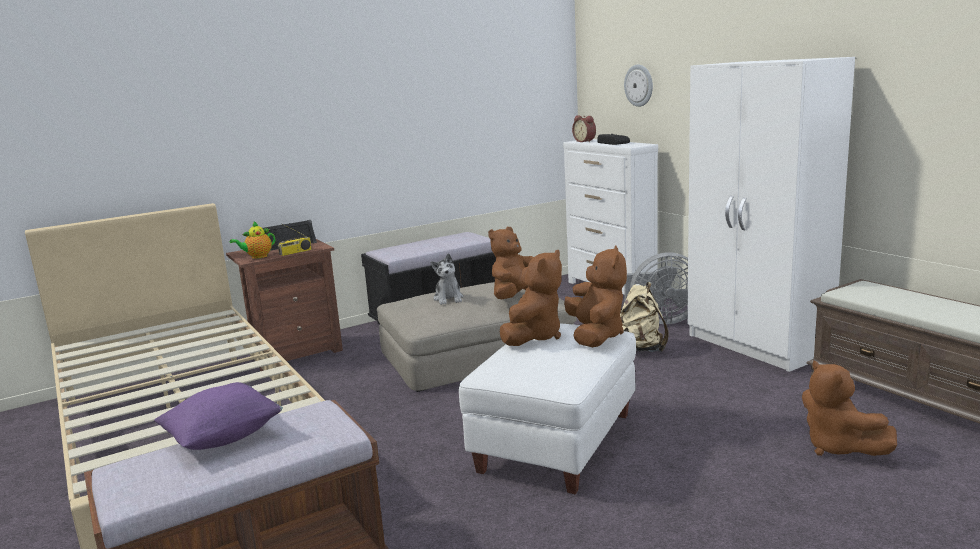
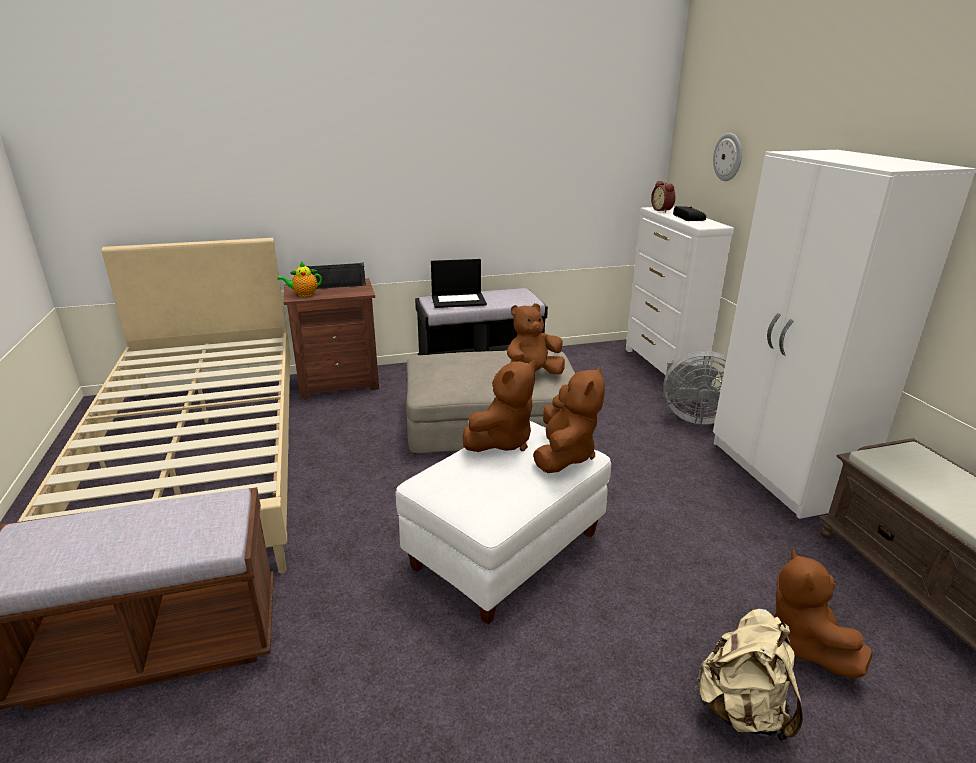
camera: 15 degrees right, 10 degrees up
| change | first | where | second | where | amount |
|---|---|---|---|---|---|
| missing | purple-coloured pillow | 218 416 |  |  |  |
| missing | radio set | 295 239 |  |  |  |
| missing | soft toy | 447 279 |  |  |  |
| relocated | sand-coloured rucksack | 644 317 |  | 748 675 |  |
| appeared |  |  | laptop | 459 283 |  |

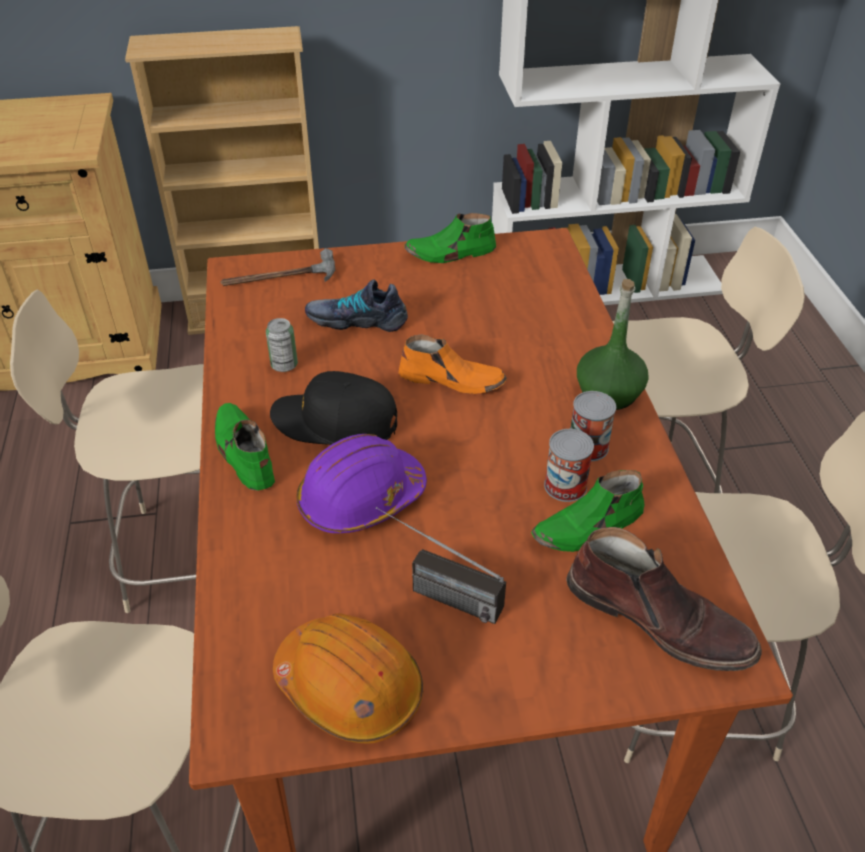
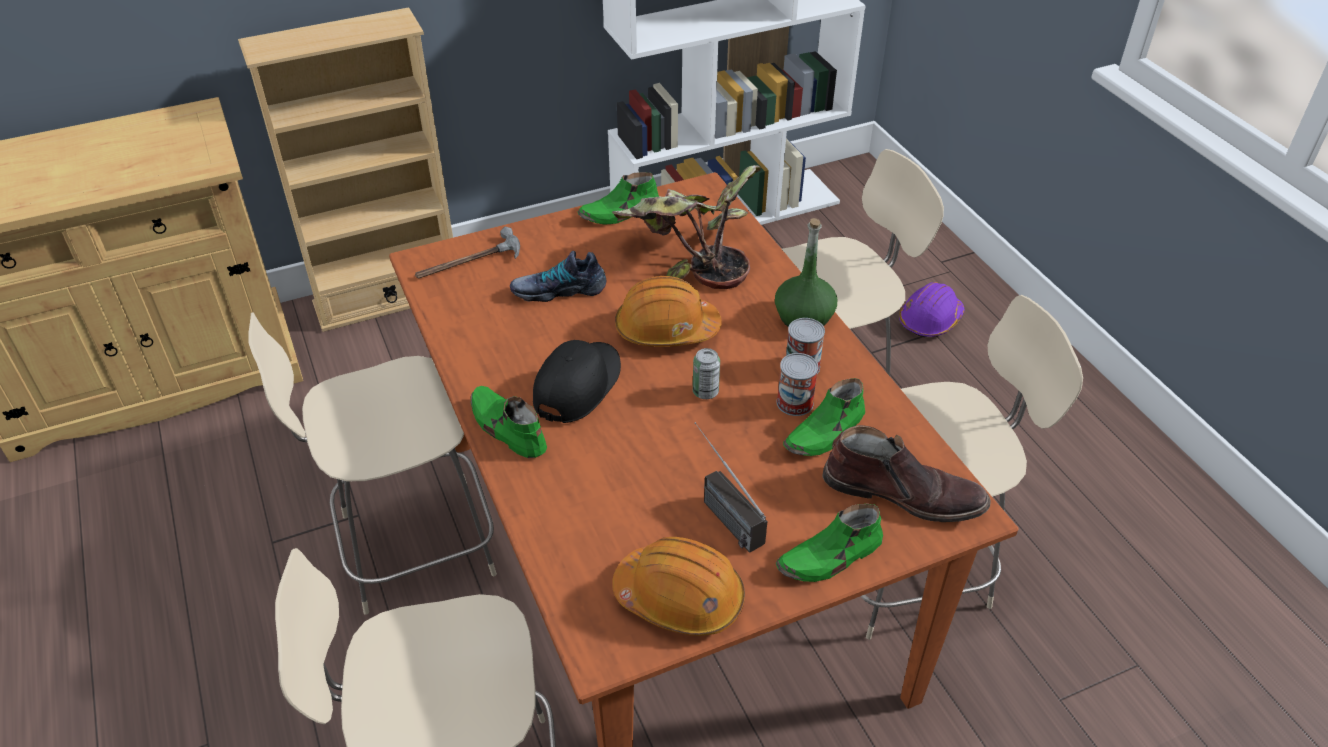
camera: 15 degrees left, 0 degrees up
| change | first | where | second | where | amount |
|---|---|---|---|---|---|
| relocated | sealed can | 282 345 |  | 706 373 |  |
| spun | black peaked cap | 333 408 |  | 577 381 | 120 degrees clockwise |
| relocated | purple-coloured hard hat | 361 483 |  | 931 310 |  |
| spun | radio set | 440 565 |  | 730 487 | 45 degrees clockwise |
| exchanged | orangey low shoe | 453 364 | orangey hard hat | 668 311 |  |
| appeared |  |  | plant in a pot | 686 227 |  |
| appeared |  |  | greenish low shoe | 829 543 |  |

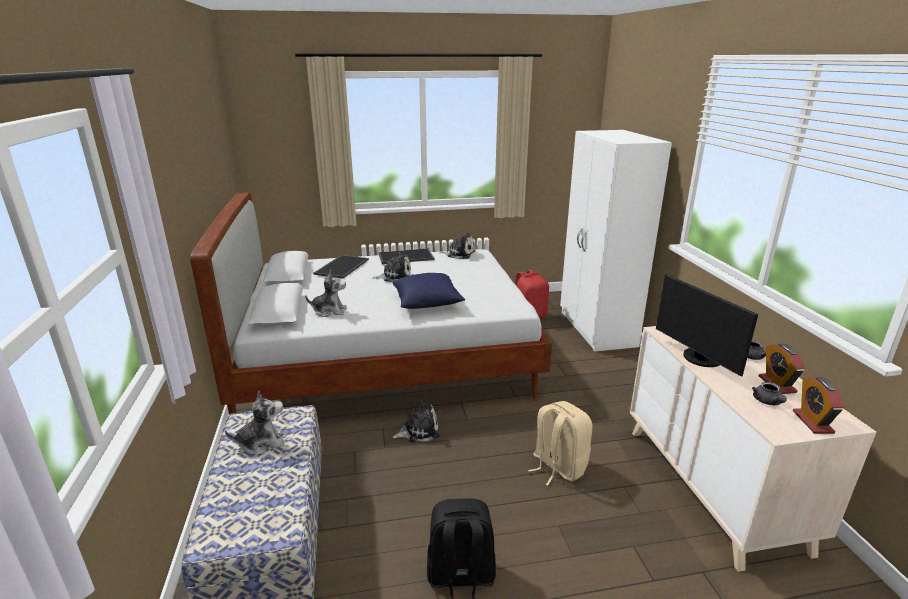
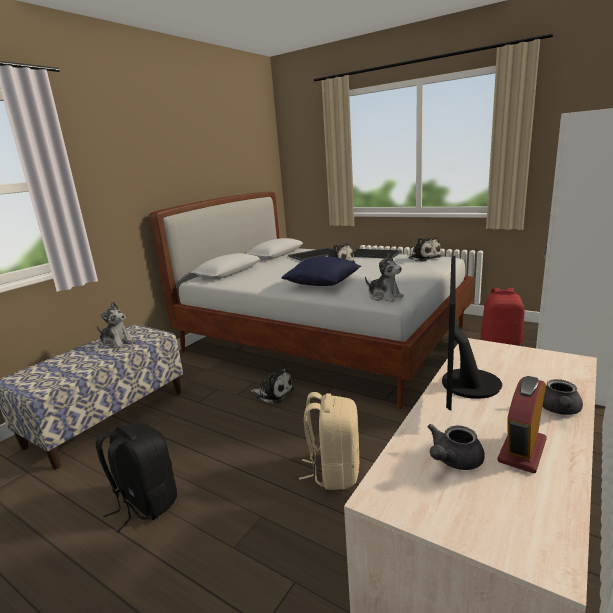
camera: 45 degrees right, 5 degrees down
| change | first | where | second | where | amount |
|---|---|---|---|---|---|
| relocated | soft toy | 326 293 |  | 384 277 |  |
| missing | alarm clock | 819 405 |  |  |  |

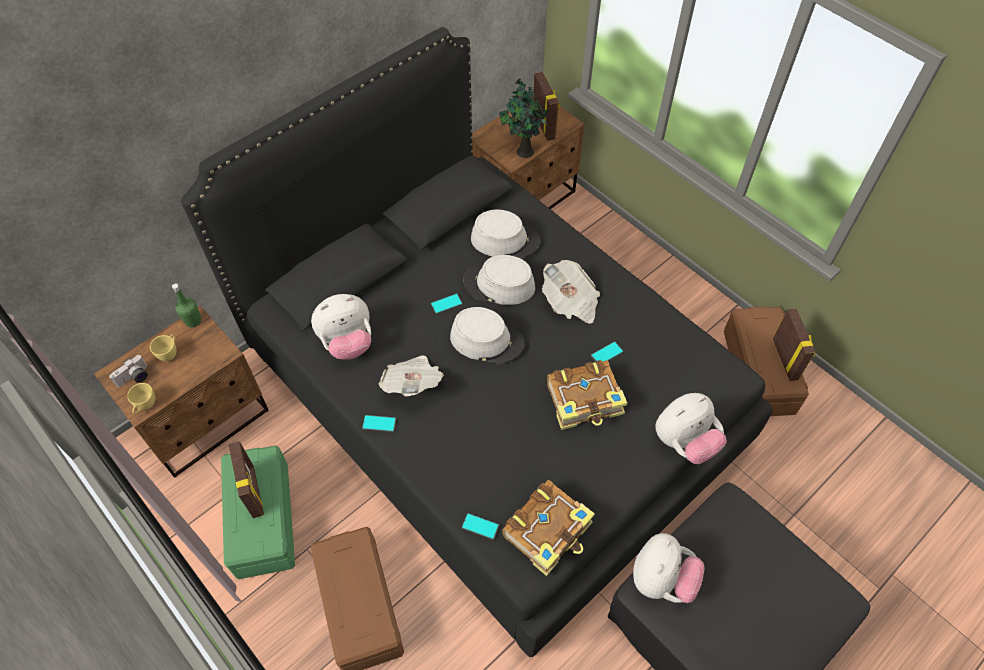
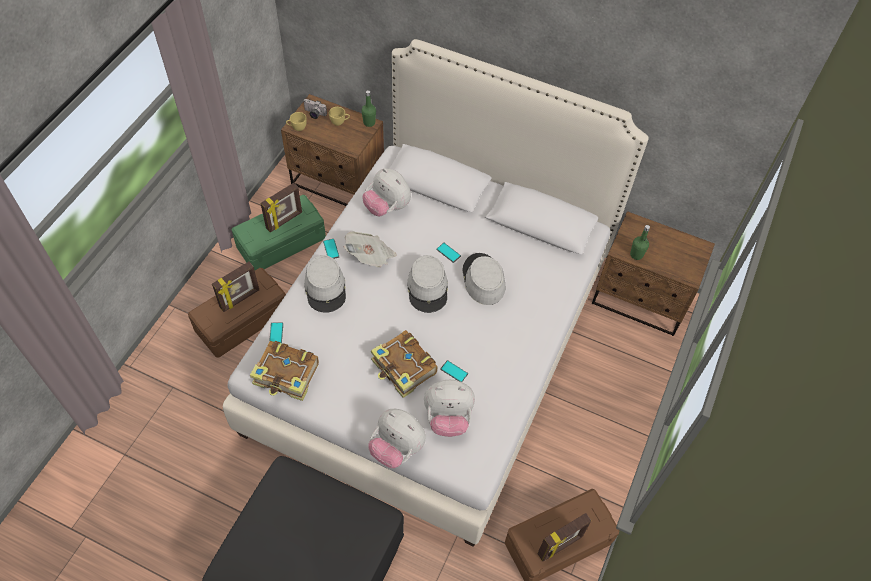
camera: 65 degrees right, 0 degrees up
| change | first | where | second | where | amount |
|---|---|---|---|---|---|
| colour | black bedroom bed | 477 342 | white-coloured bedroom bed | 436 292 |  |
| relocated | gray wearable hat | 506 234 |  | 325 284 |  |
| exchanged | plant in a pot | 523 118 | greenish bottle | 640 242 |  |
| relocated | photo frame | 546 106 |  | 235 287 |  |
| missing | newspaper | 571 292 |  |  |  |
| relocated | soft toy | 669 568 |  | 449 408 |  |

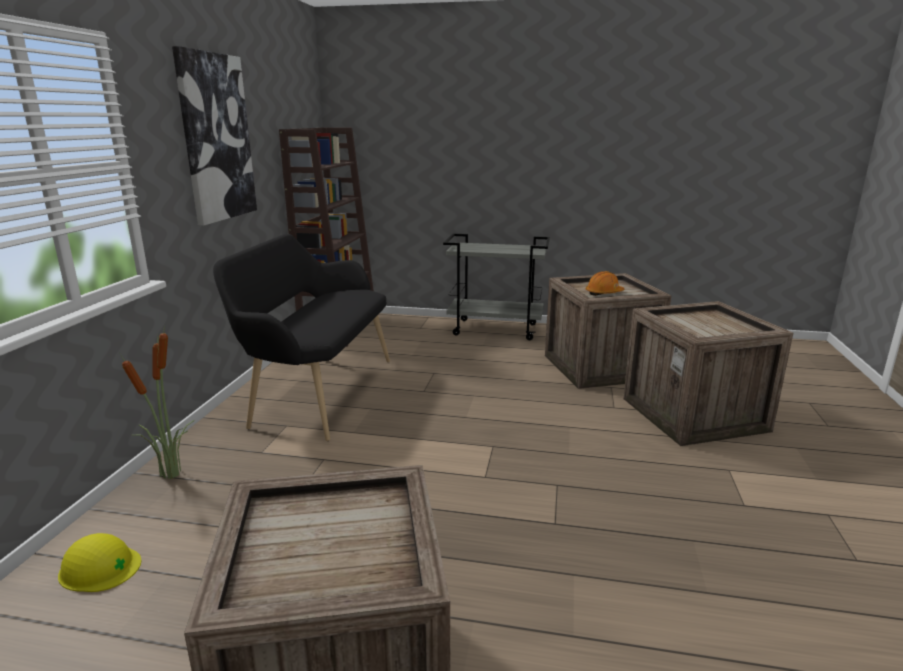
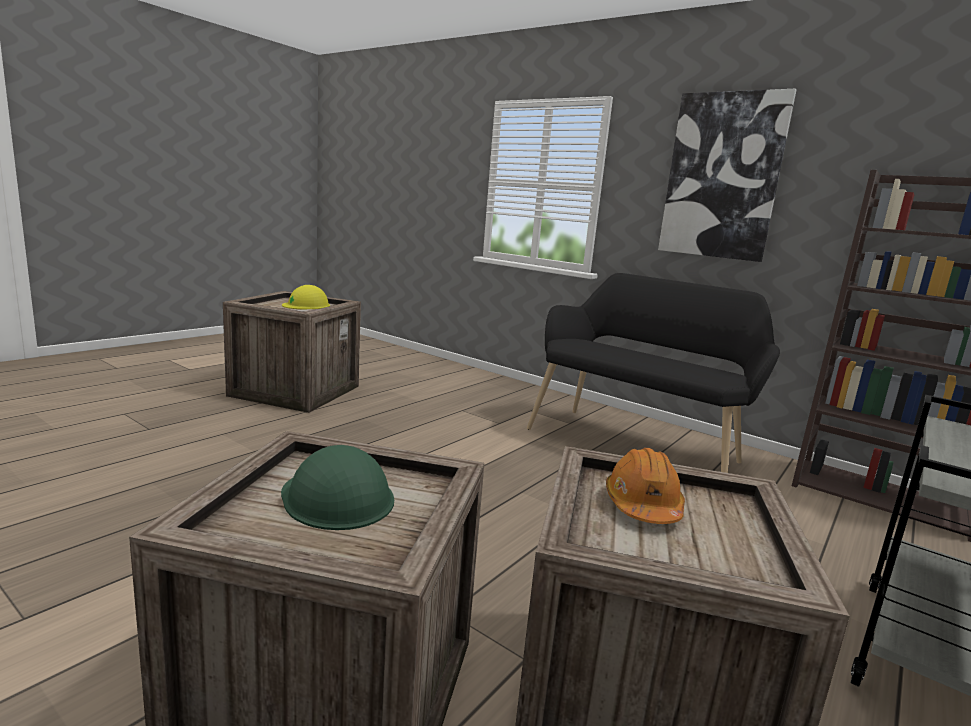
camera: 115 degrees right, 5 degrees down
| change | first | where | second | where | amount |
|---|---|---|---|---|---|
| relocated | yellow hard hat | 99 562 |  | 306 297 |  |
| missing | plant in a pot | 157 401 |  |  |  |
| appeared |  |  | greenish hard hat | 337 487 |  |

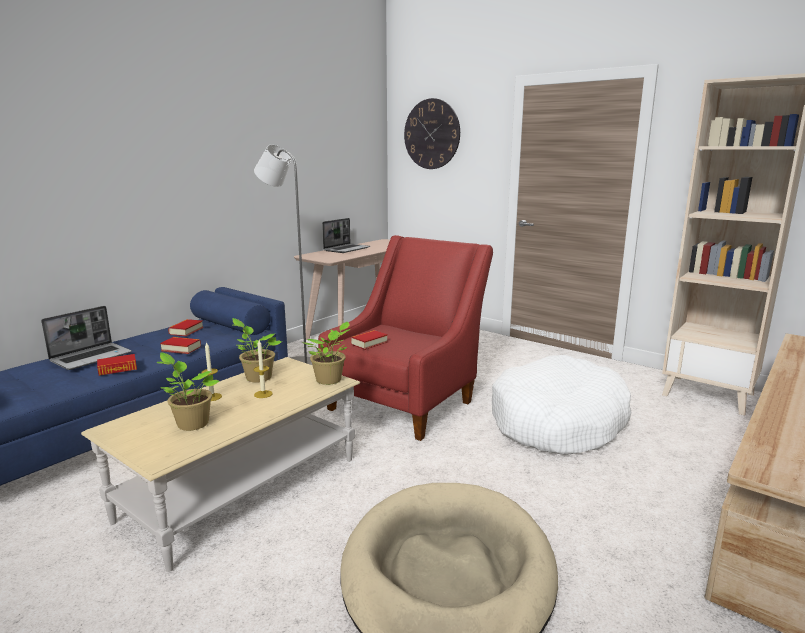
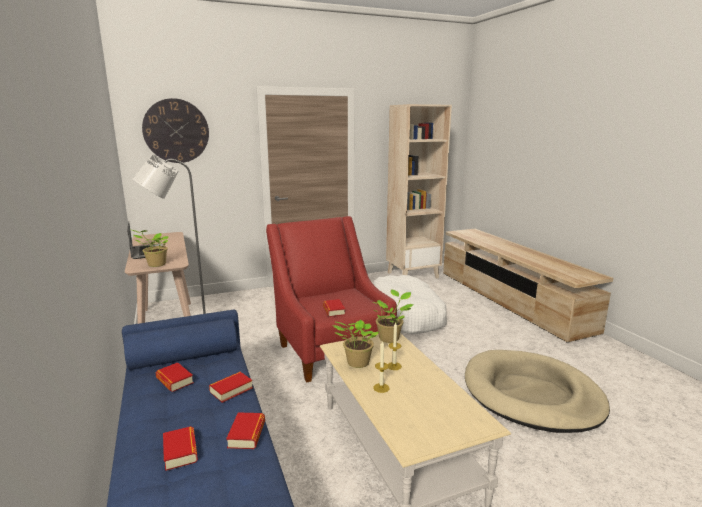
camera: 60 degrees left, 0 degrees up
| change | first | where | second | where | amount |
|---|---|---|---|---|---|
| exchanged | laptop | 86 338 | bound book | 180 448 |  |
| relocated | plant in a pot | 188 392 |  | 151 248 |  |

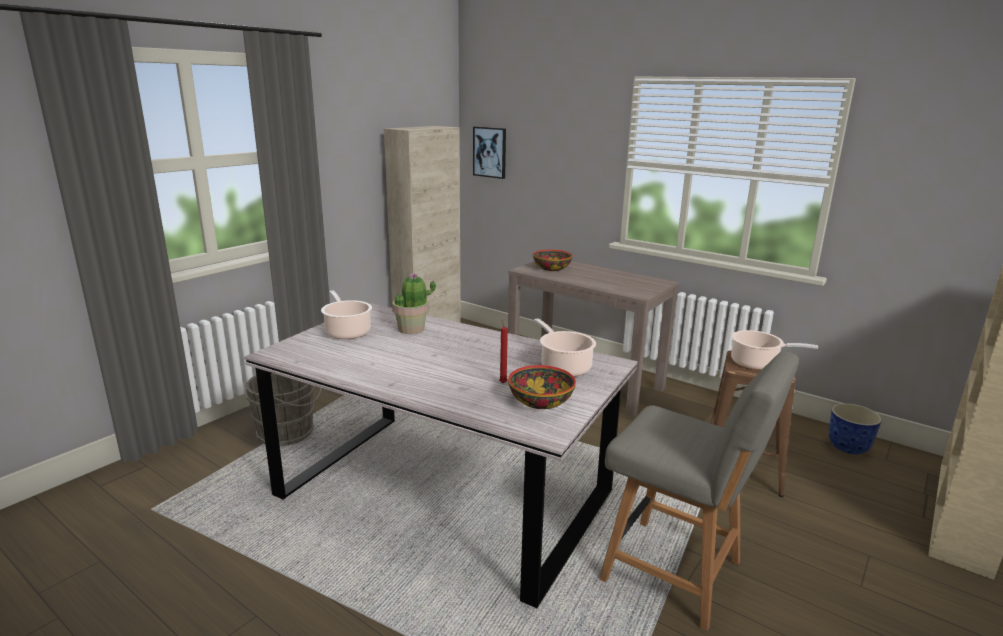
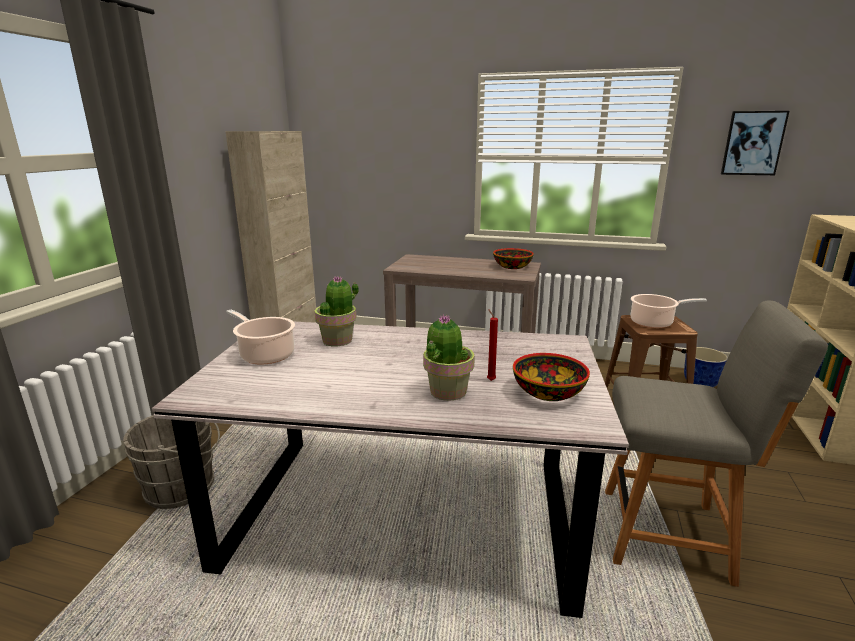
camera: 20 degrees left, 0 degrees up
| change | first | where | second | where | amount |
|---|---|---|---|---|---|
| relocated | wall picture | 489 153 |  | 755 143 |  |
| relocated | serving bowl | 553 260 |  | 513 258 |  |
| missing | stockpot | 565 347 |  |  |  |
| appeared |  |  | plant in a pot | 449 357 |  |

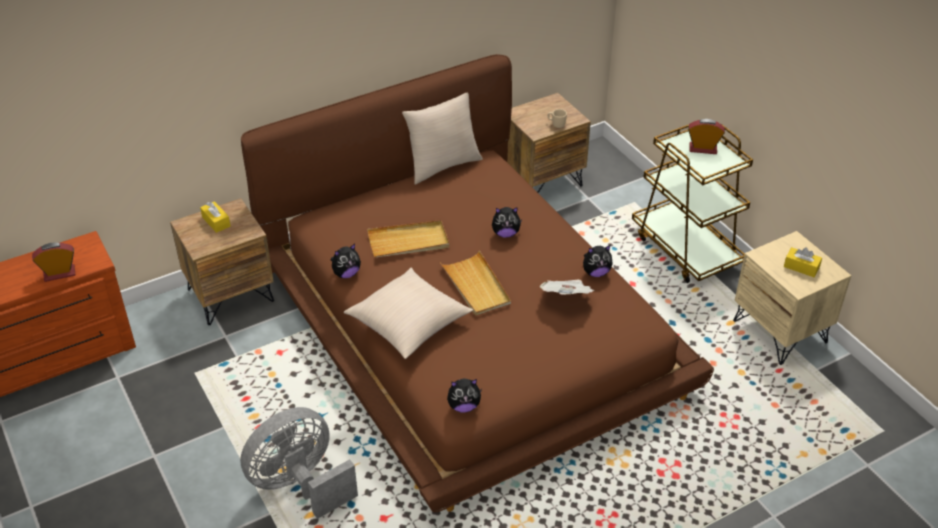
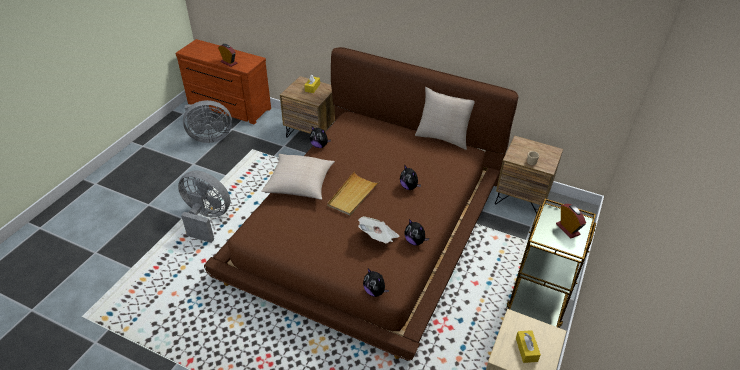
camera: 55 degrees right, 0 degrees up
| change | first | where | second | where | amount |
|---|---|---|---|---|---|
| missing | sand-coloured tray | 408 238 |  |  |  |
| relocated | soft toy | 464 396 |  | 376 283 |  |
| appeared |  |  | gray electric fan | 207 121 |  |

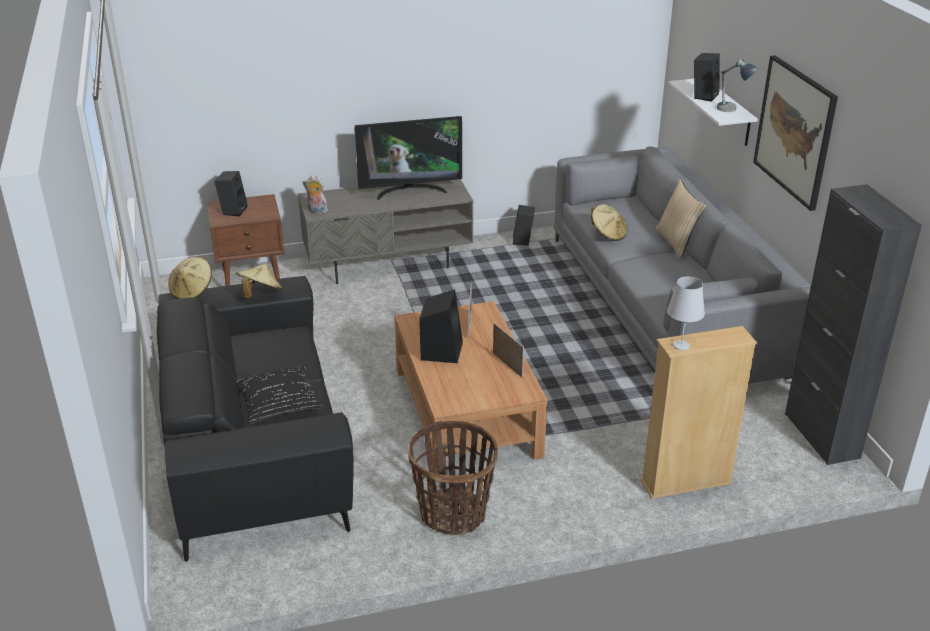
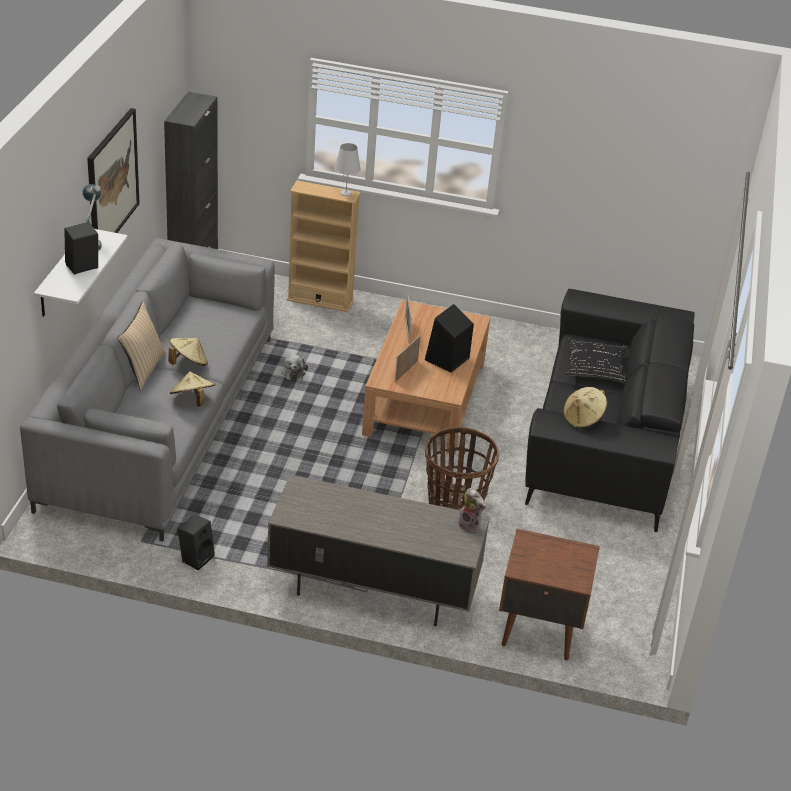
camera: 155 degrees left, 5 degrees up
| change | first | where | second | where | amount |
|---|---|---|---|---|---|
| relocated | sand-coloured wearable hat | 190 278 |  | 188 352 |  |
| missing | black speaker | 231 193 |  |  |  |
| missing | TV | 408 158 |  |  |  |
| relocated | household basket | 453 478 |  | 462 469 |  |
| appeared |  |  | soft toy | 294 368 |  |

